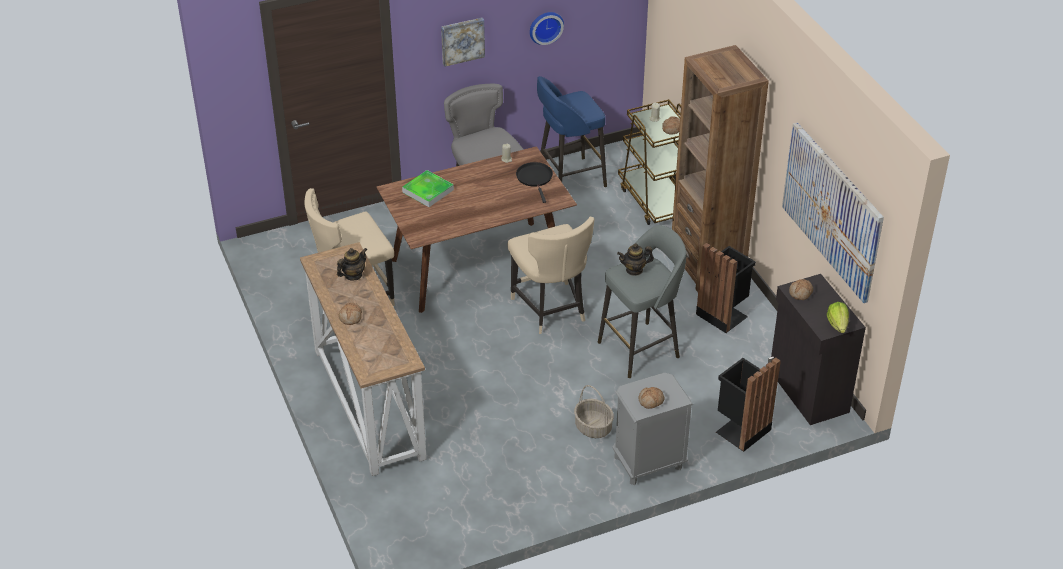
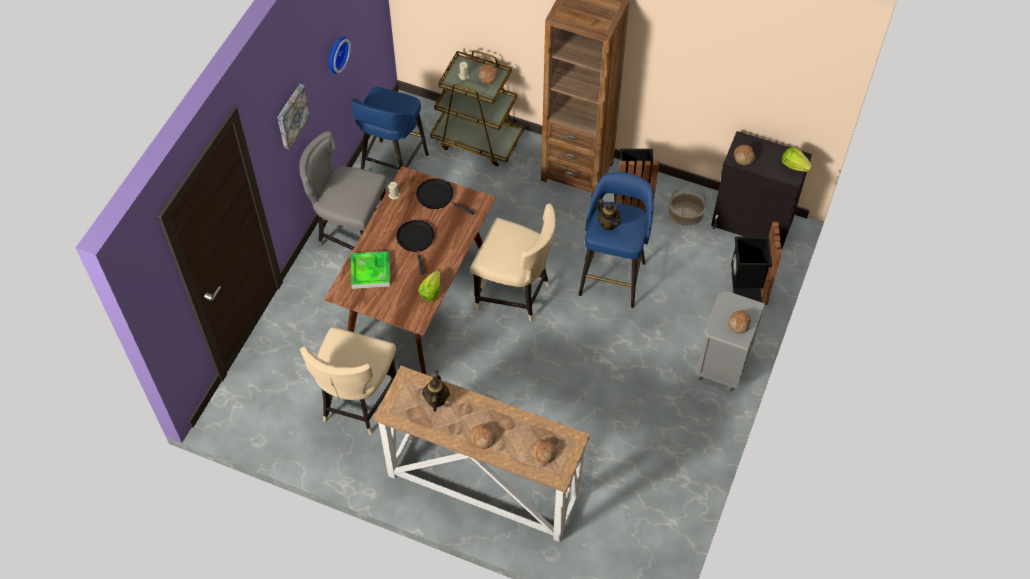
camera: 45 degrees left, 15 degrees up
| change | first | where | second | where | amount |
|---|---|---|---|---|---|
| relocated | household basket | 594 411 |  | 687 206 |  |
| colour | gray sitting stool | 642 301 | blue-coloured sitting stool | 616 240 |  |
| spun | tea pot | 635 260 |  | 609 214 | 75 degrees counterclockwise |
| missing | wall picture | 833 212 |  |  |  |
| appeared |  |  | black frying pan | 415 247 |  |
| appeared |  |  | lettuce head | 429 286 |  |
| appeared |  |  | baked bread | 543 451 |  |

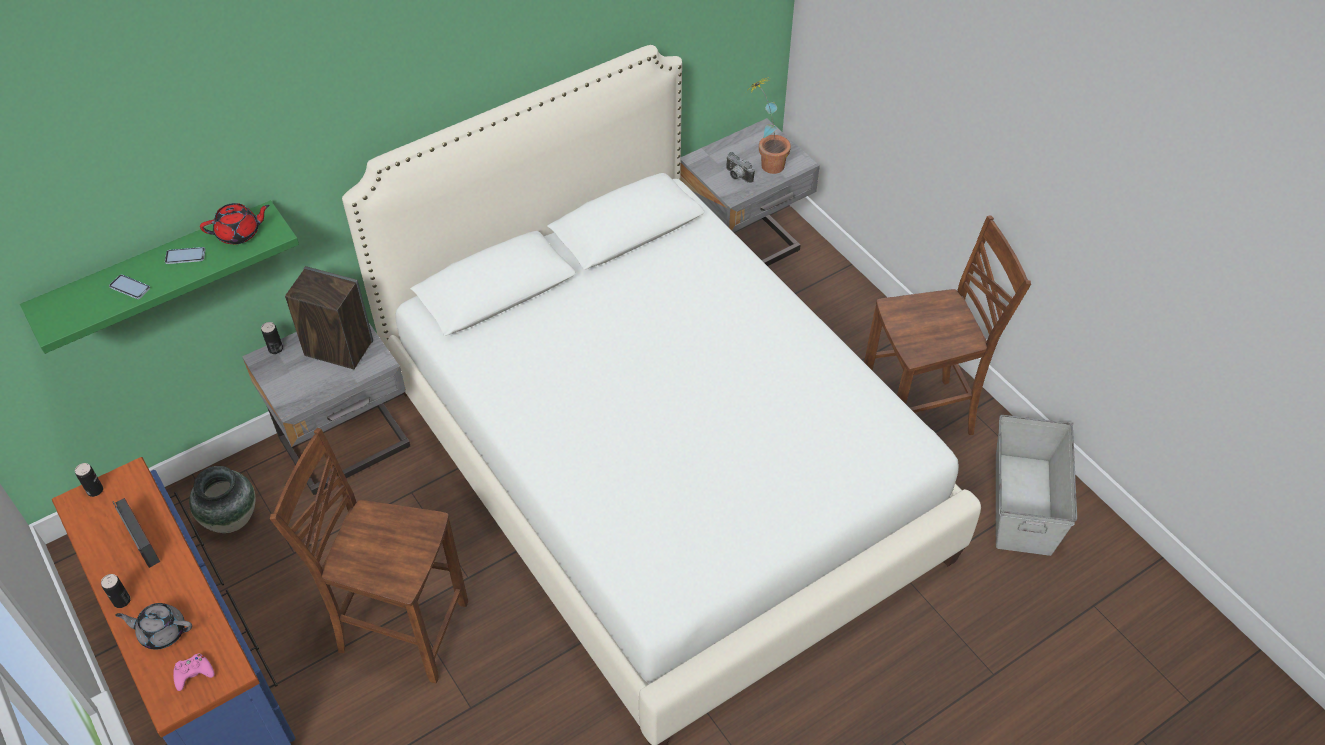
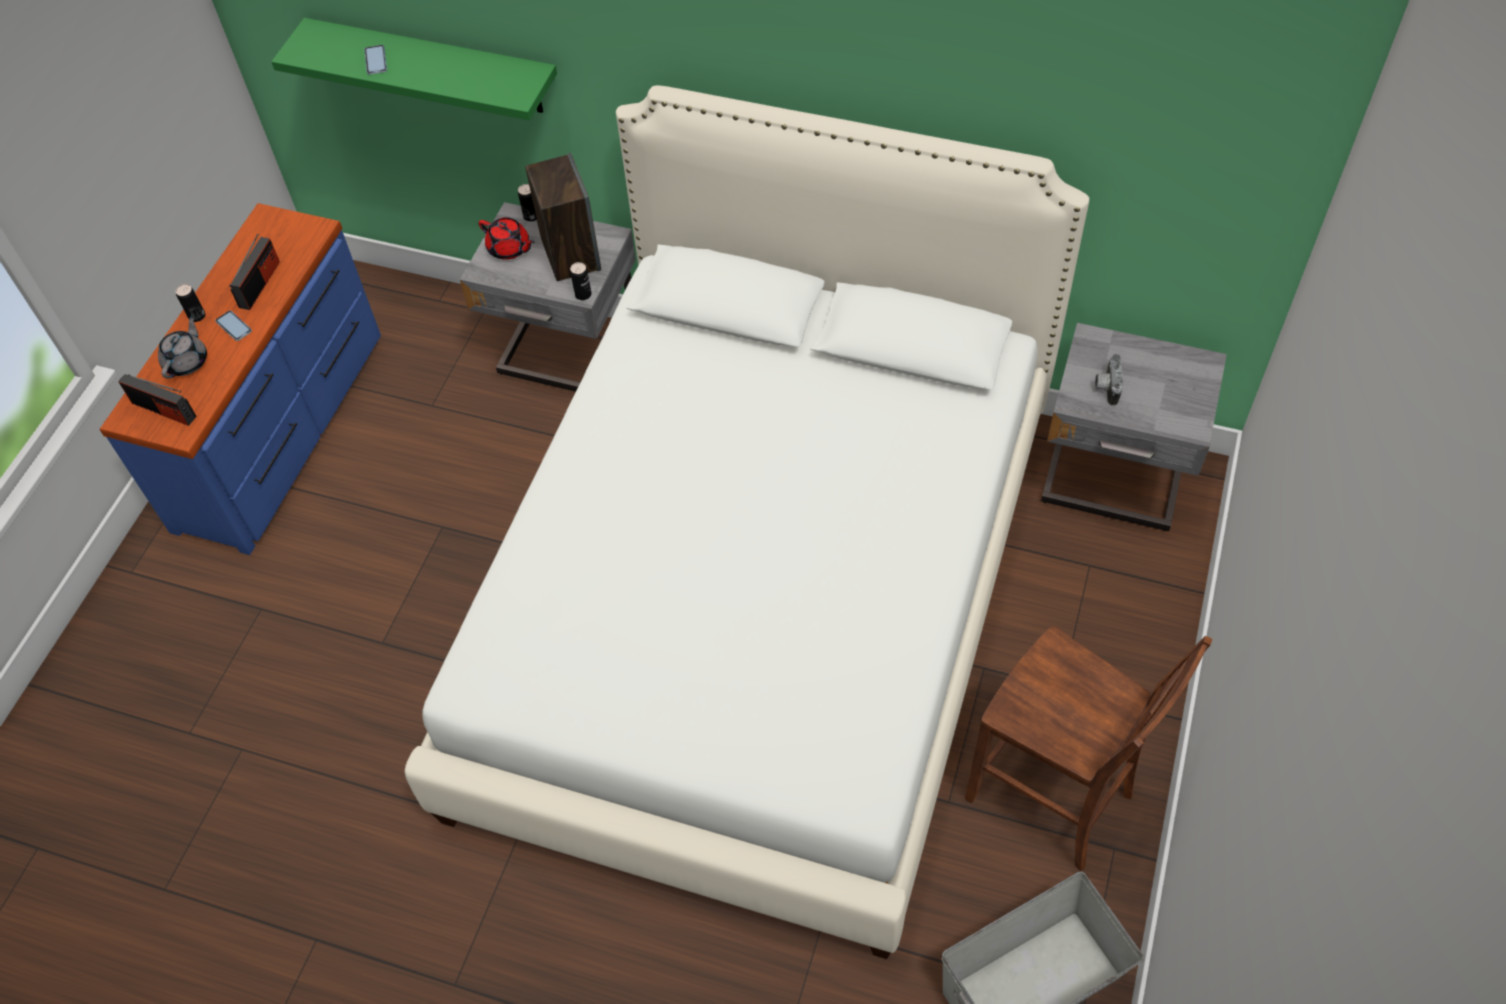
camera: 55 degrees right, 5 degrees up
| change | first | where | second | where | amount |
|---|---|---|---|---|---|
| relocated | sealed can | 89 480 |  | 581 281 |  |
| spun | gray tea pot | 153 626 |  | 182 346 | 45 degrees clockwise |
| relocated | telephone | 185 255 |  | 233 326 |  |
| exchanged | pink-coloured game controller | 194 672 | radio set | 157 400 |  |
| missing | decorative vase | 222 499 |  |  |  |
| relocated | red tea pot | 235 223 |  | 507 238 |  |
| missing | brown-coloured upright chair | 369 555 |  |  |  |
| missing | plant in a pot | 768 125 |  |  |  |

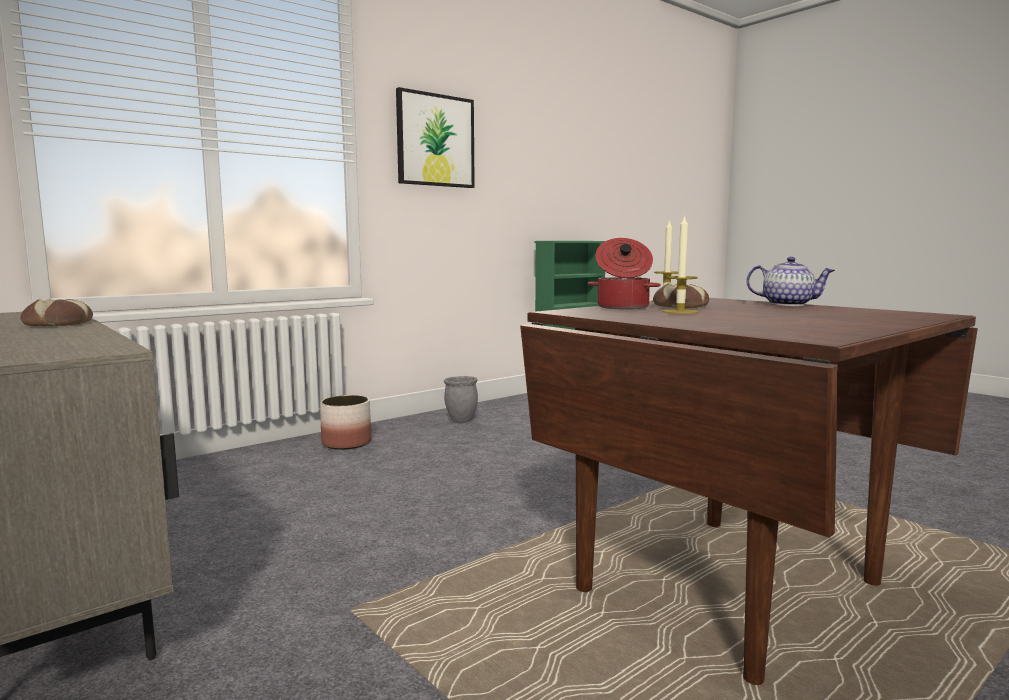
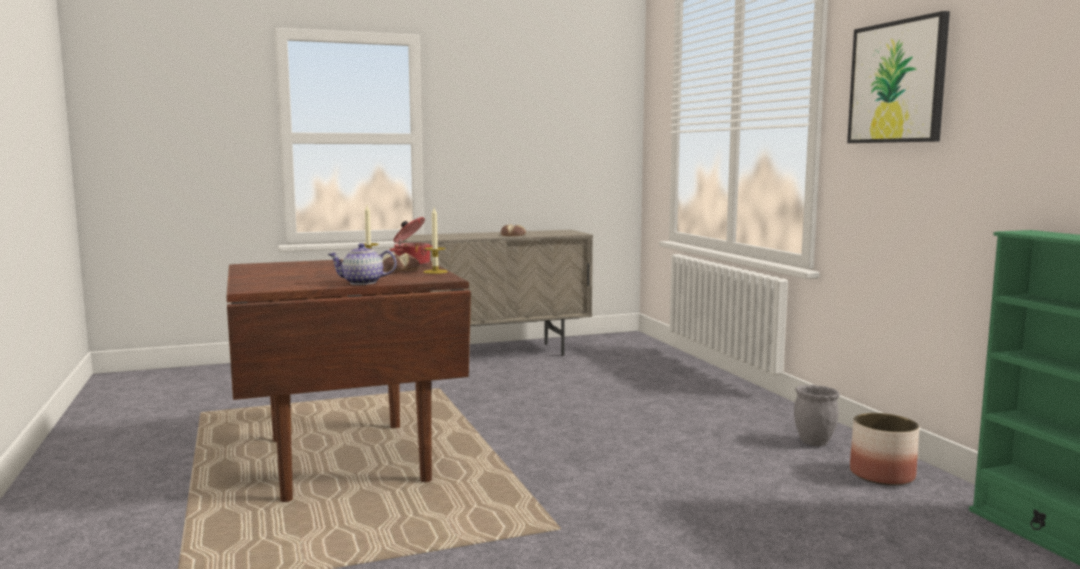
camera: 110 degrees right, 0 degrees up
| change | first | where | second | where | amount |
|---|---|---|---|---|---|
| relocated | plant pot | 345 422 |  | 884 449 |  |
| spun | tea pot | 790 281 |  | 362 264 | 45 degrees clockwise |

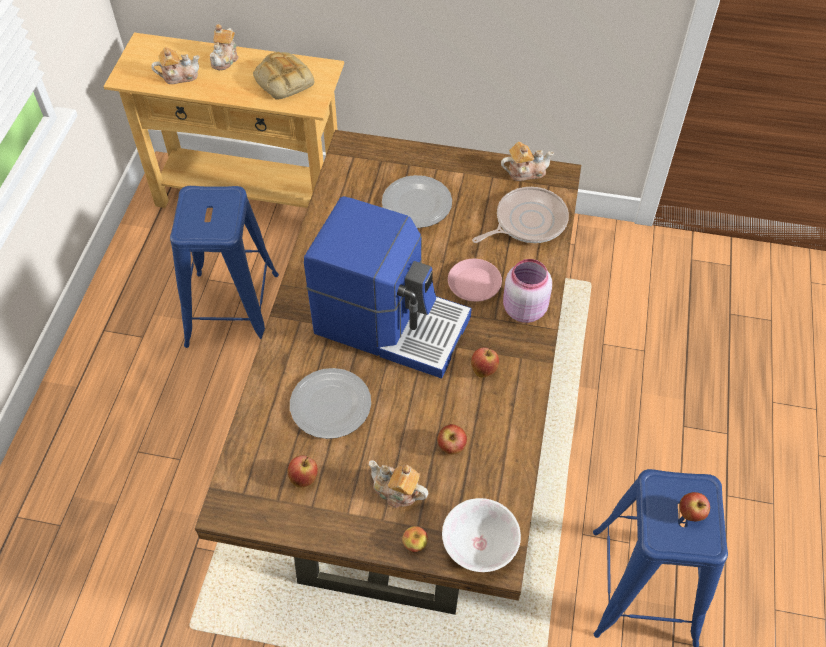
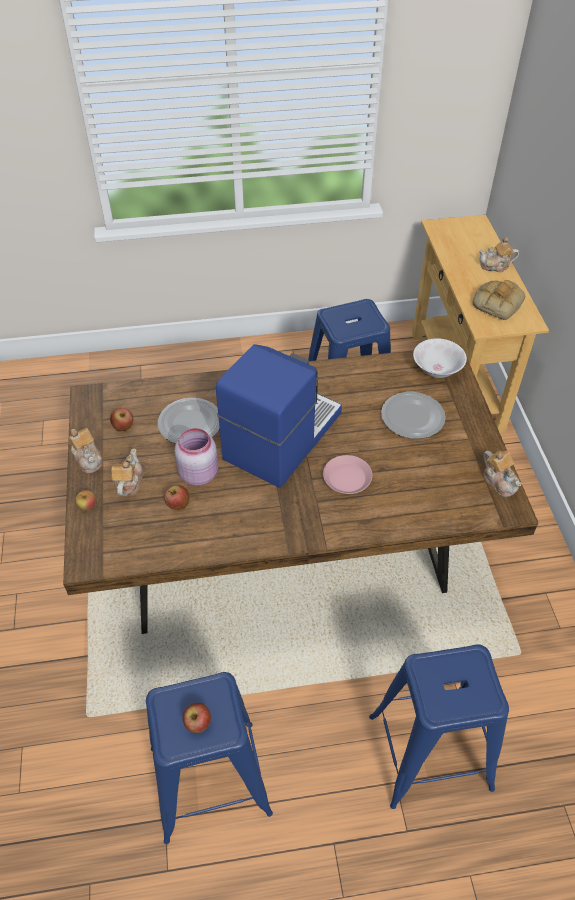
camera: 70 degrees right, 5 degrees down
| change | first | where | second | where | amount |
|---|---|---|---|---|---|
| relocated | tea pot | 176 65 |  | 85 450 |  |
| spun | coffee machine | 388 287 |  | 279 416 | 150 degrees counterclockwise |
| relocated | white-coloured serving bowl | 481 535 |  | 440 358 |  |
| missing | whole apple | 485 362 |  |  |  |
| missing | frying pan | 520 215 |  |  |  |
| relocated | pink-coloured jar | 527 291 |  | 196 457 |  |
| appeared |  |  | blue-coloured sitting stool | 439 726 |  |

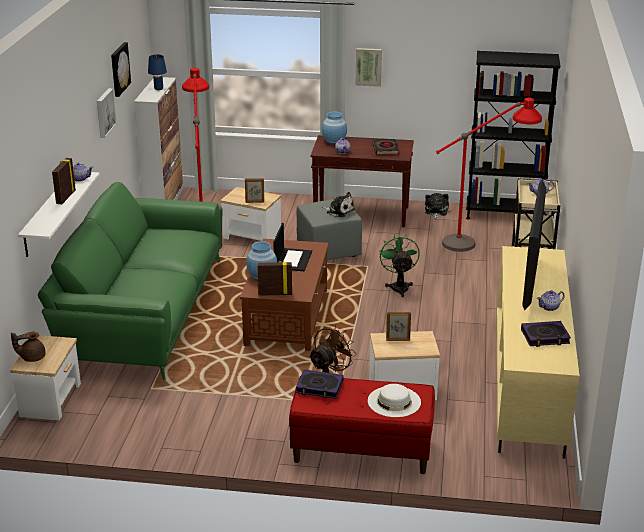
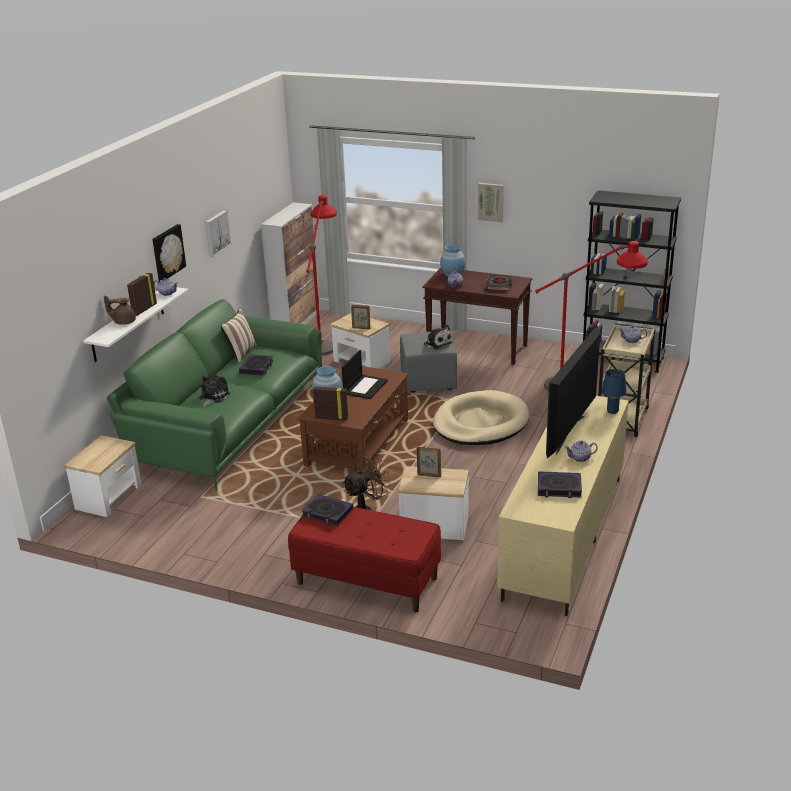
camera: 15 degrees right, 0 degrees up
| change | first | where | second | where | amount |
|---|---|---|---|---|---|
| relocated | brown-coloured tea pot | 28 347 |  | 120 310 |  |
| relocated | wall picture | 121 69 |  | 169 253 |  |
| relocated | blue-coloured lamp for a table | 157 72 |  | 614 391 |  |
| missing | white-coloured wearable hat | 394 400 |  |  |  |
| exchanged | greenish electric fan | 399 266 | sand-coloured dog bed | 481 417 |  |
| relocated | soft toy | 437 206 |  | 214 391 |  |
| appeared |  |  | sand-coloured pillow | 239 335 |  |
| appeared |  |  | bound book | 256 365 |  |

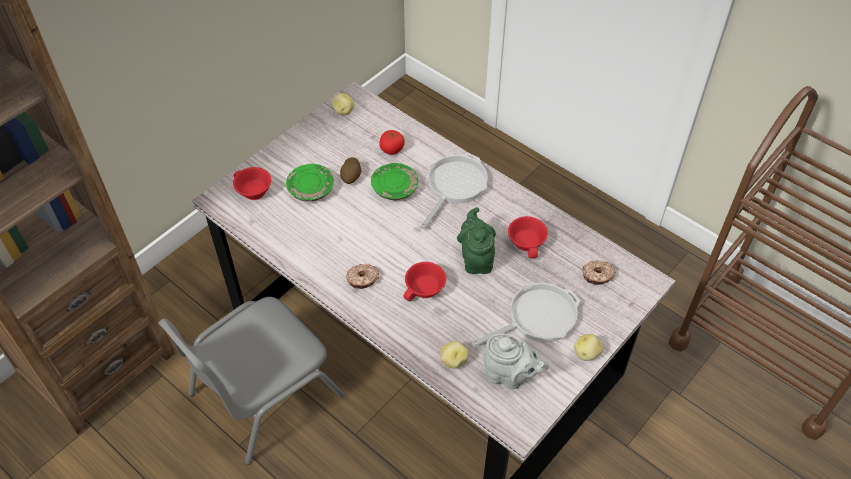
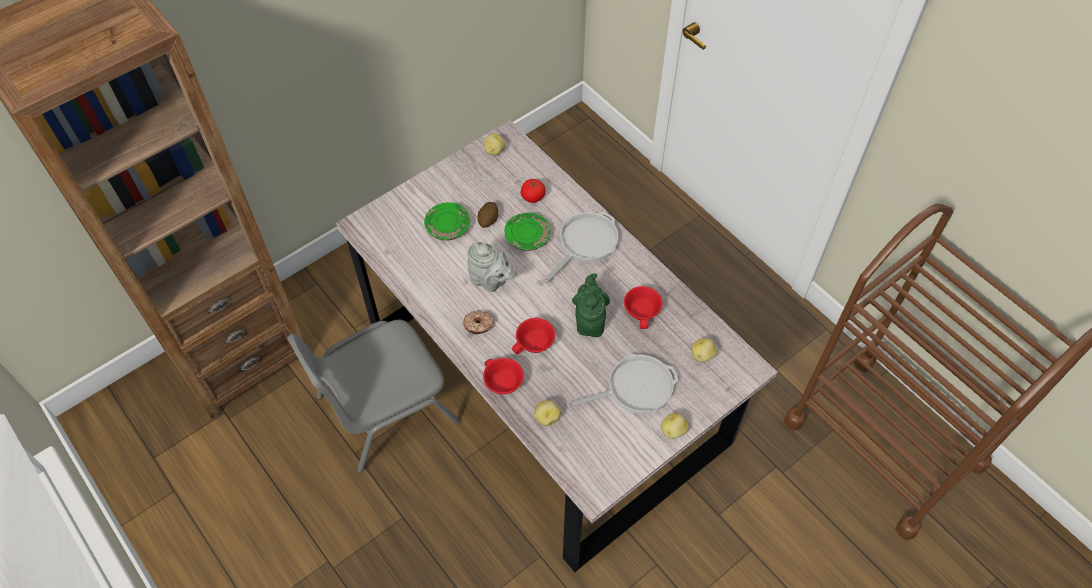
camera: 10 degrees right, 5 degrees up
| change | first | where | second | where | amount |
|---|---|---|---|---|---|
| relocated | red drinking cup | 252 183 |  | 503 376 |  |
| relocated | gray tea pot | 516 361 |  | 492 267 |  |
| exchanged | donut | 599 272 | spud | 704 350 |  |

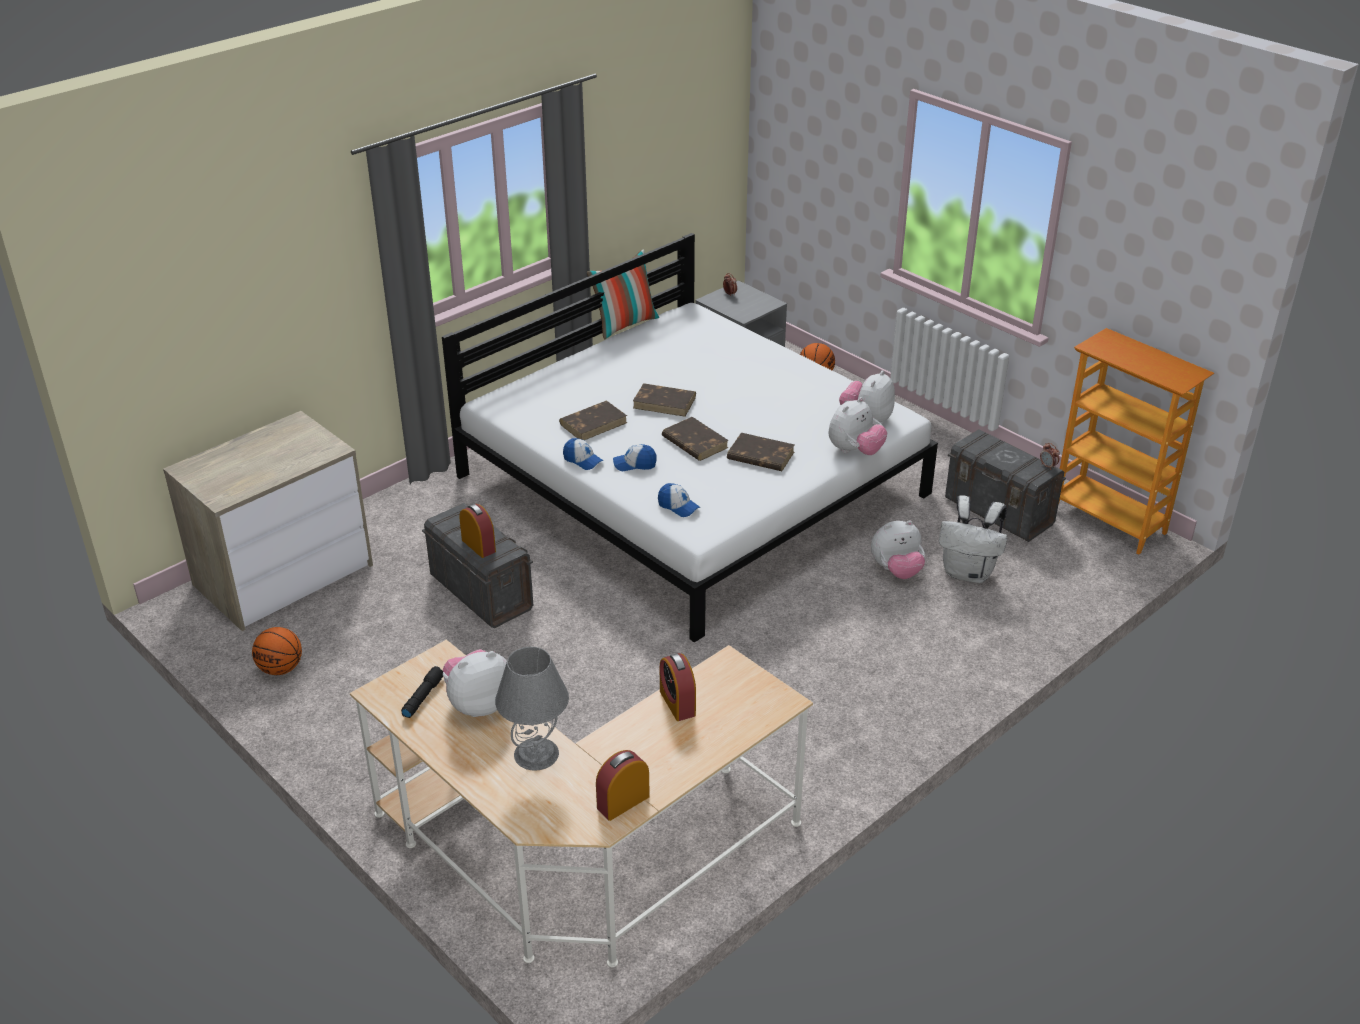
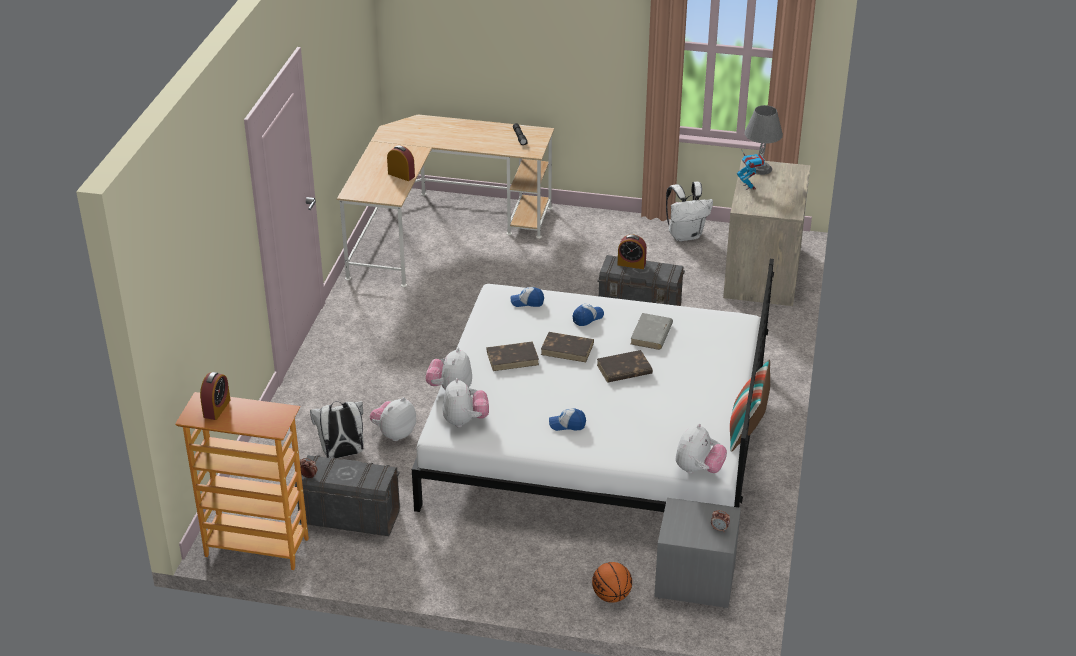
camera: 145 degrees right, 0 degrees up
| change | first | where | second | where | amount |
|---|---|---|---|---|---|
| exchanged | basketball ball | 277 651 | white-coloured rucksack | 689 212 |  |
| relocated | soft toy | 475 683 |  | 701 448 |  |
| relocated | gray lamp for a table | 532 708 |  | 764 140 |  |
| colour | brown-coloured bound book | 593 420 | gray bound book | 652 331 |  |
| relocated | peaked cap | 583 454 |  | 567 419 |  |
| relocated | alarm clock | 623 785 |  | 215 396 |  |
| appeared |  |  | robot figure | 751 169 |  |

